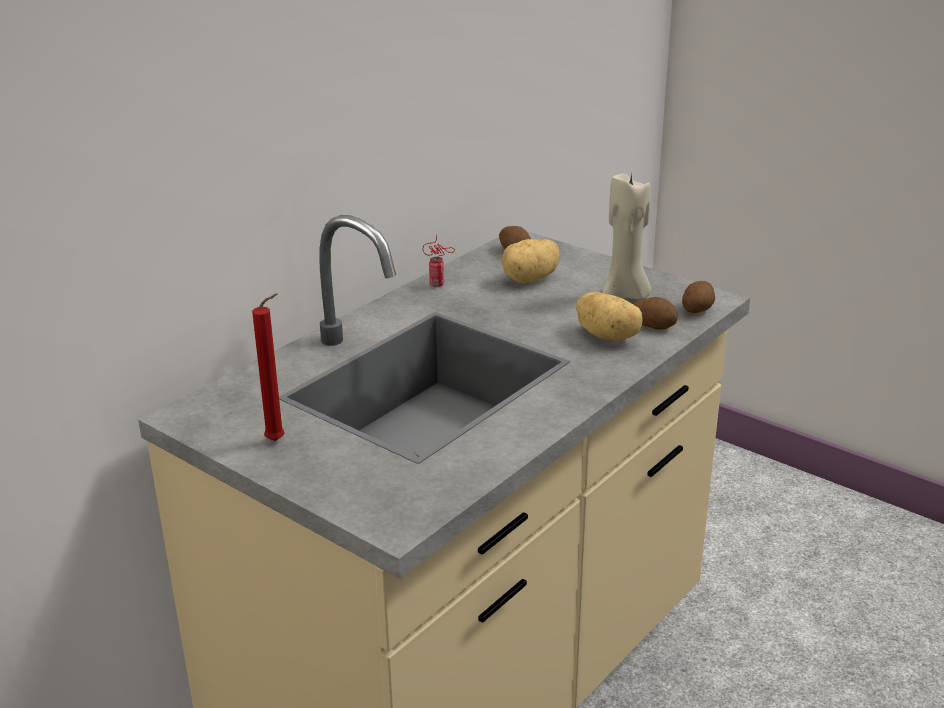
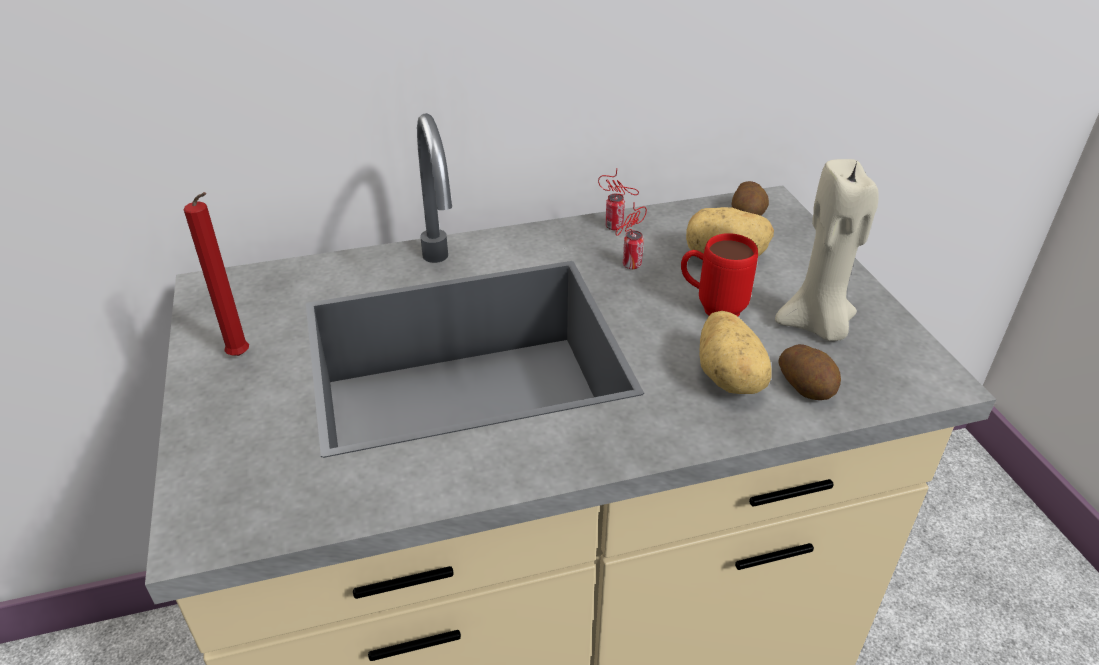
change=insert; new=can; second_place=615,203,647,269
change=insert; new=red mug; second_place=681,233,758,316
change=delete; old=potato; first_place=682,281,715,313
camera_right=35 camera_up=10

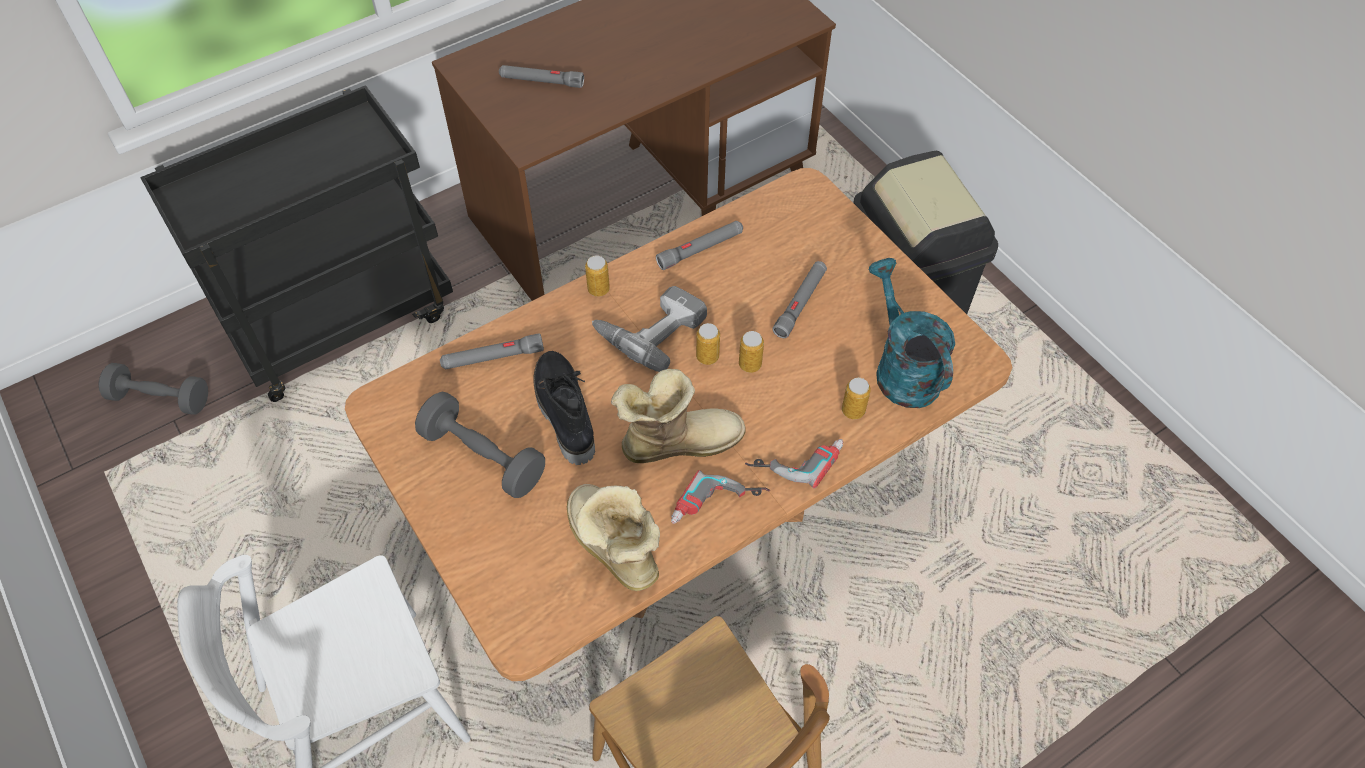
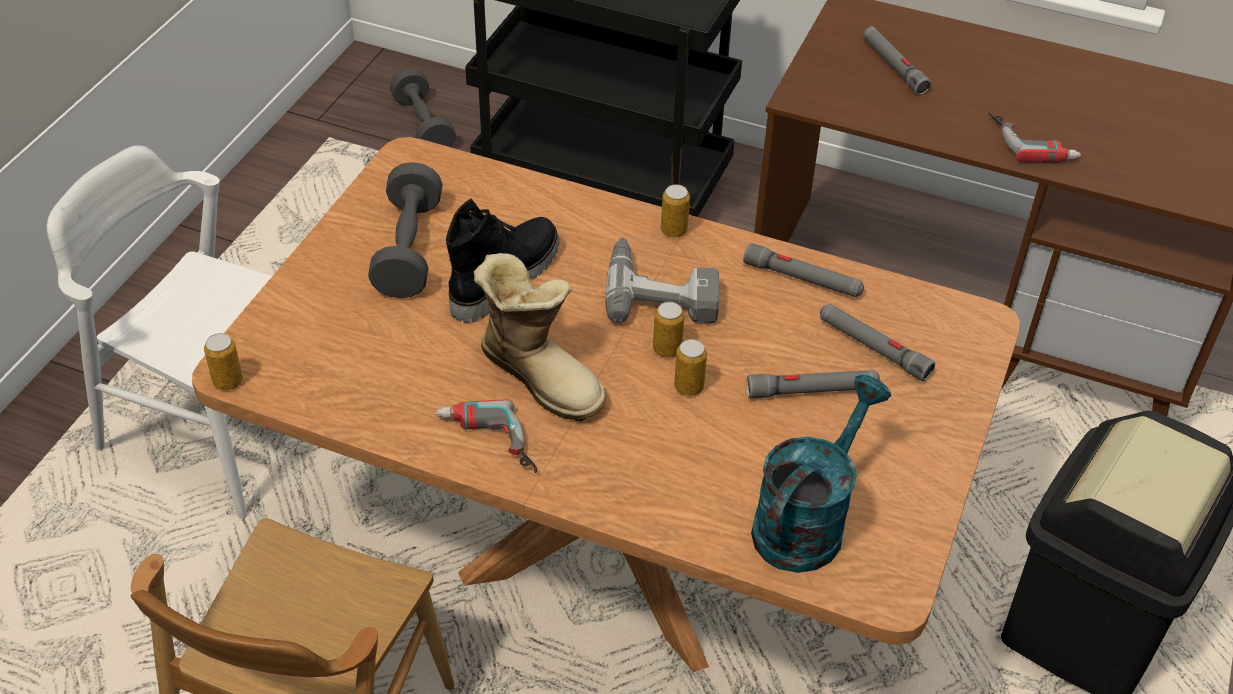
change=move; old=can; first_place=842,378,871,419; second_place=204,333,243,390
change=move; old=grey flashlight; first_place=440,333,544,369; second_place=820,304,935,381
change=move; old=power drill; first_place=745,439,843,488; second_place=988,112,1081,163
change=delete; old=boot; first_place=567,484,660,591
camera_right=55 camera_up=-10

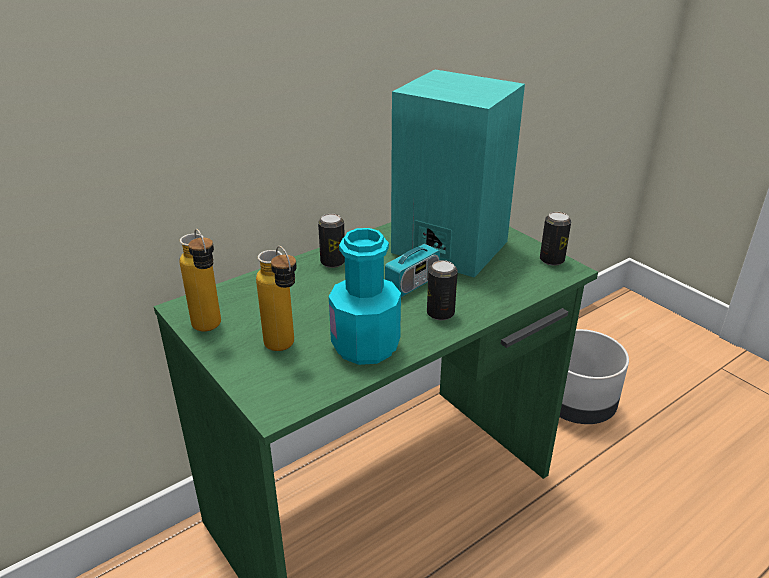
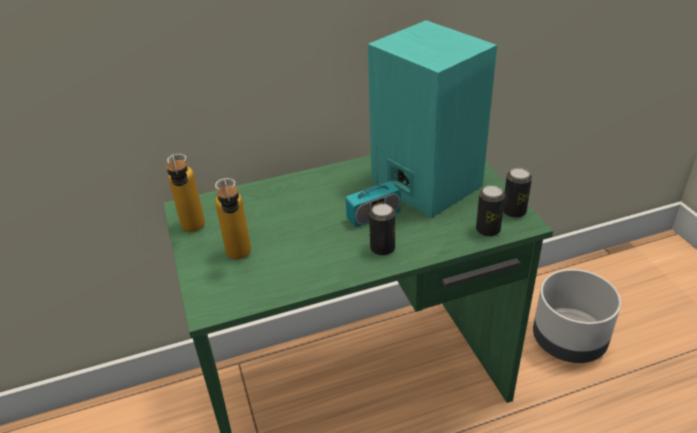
change=move; old=can; first_place=318,214,345,268; second_place=476,185,505,237
change=delete; old=turquoise bottle; first_place=329,228,401,365
camera_right=20 camera_up=5

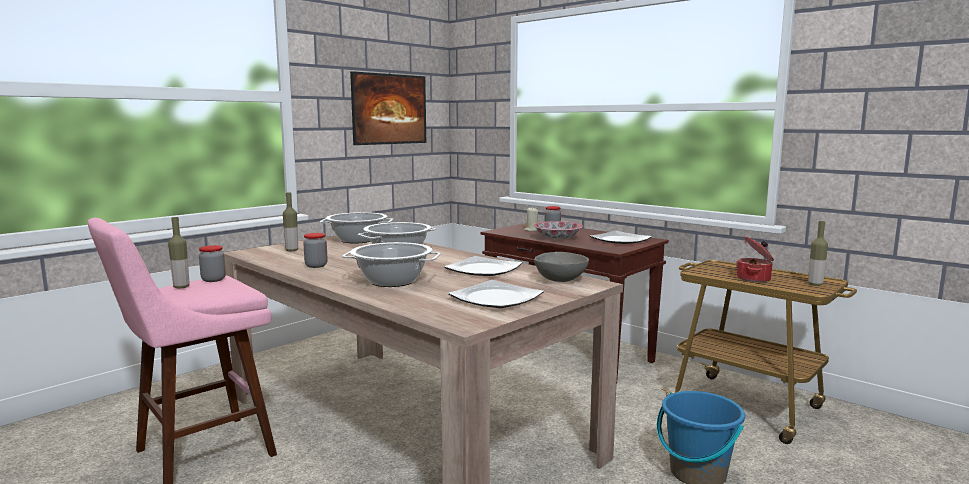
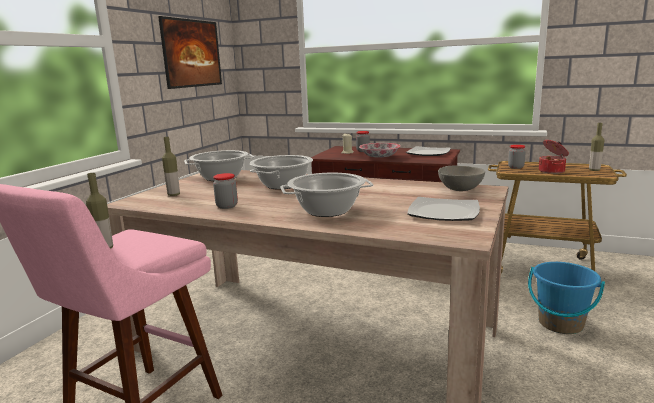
change=move; old=jar; first_place=199,245,226,282; second_place=508,145,526,169
change=delete; old=plate; first_place=444,256,522,276
camera_right=-20 camera_up=5

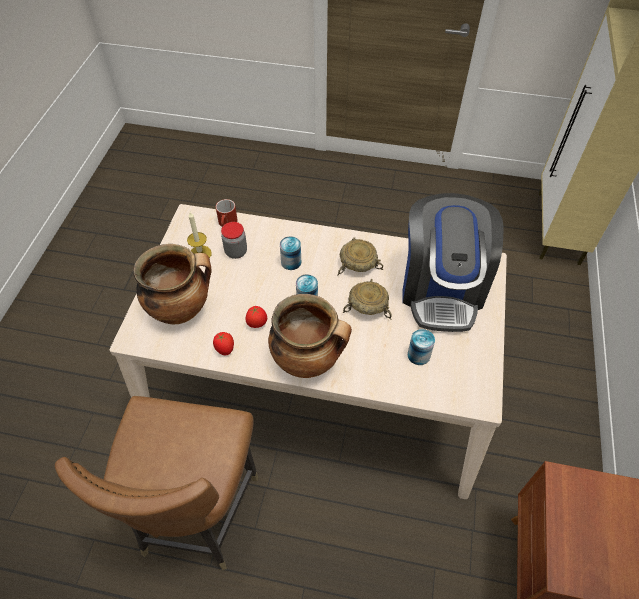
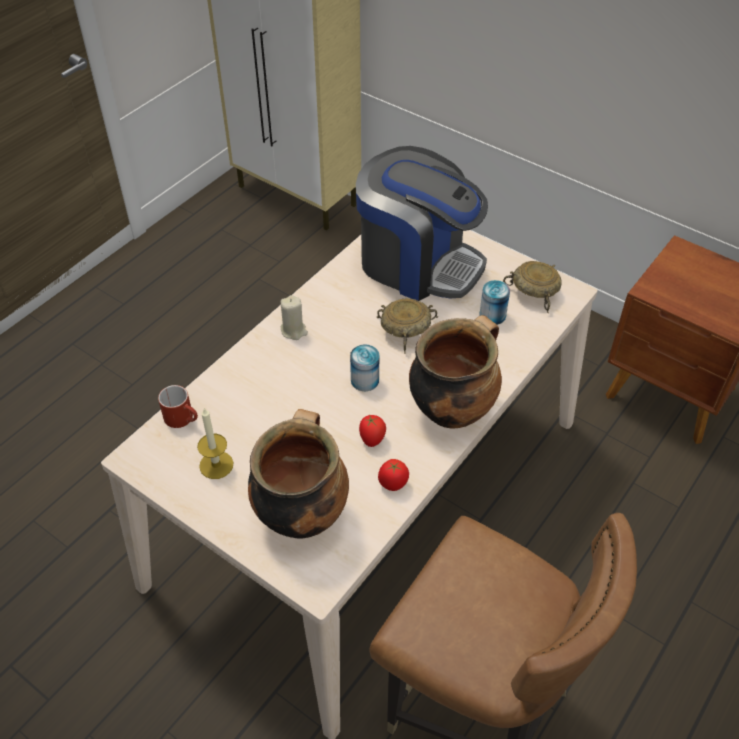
change=insert; new=beige candle; second_place=281,295,308,340
change=move; old=beige bowl; first_place=337,237,383,276; second_place=503,261,562,313
change=delete; old=jar; first_place=221,222,247,259
change=delete; old=can; first_place=280,236,301,270
camera_right=-65 camera_up=-5

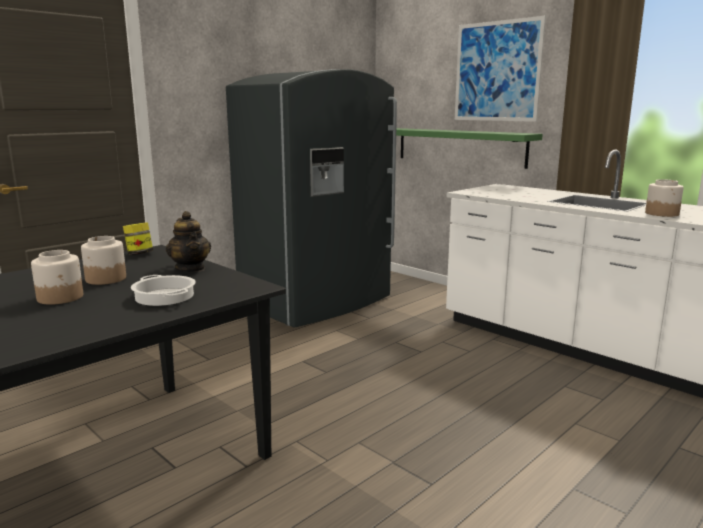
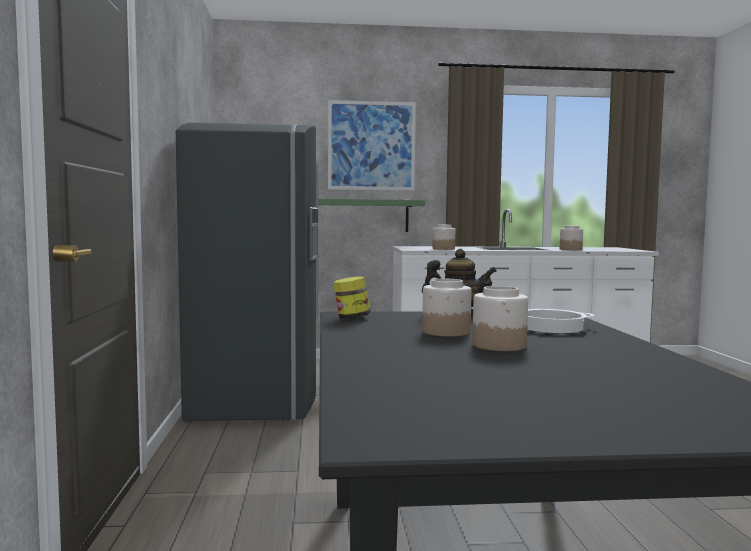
change=insert; new=jar; second_place=433,225,455,250
camera_right=-50 camera_up=-10

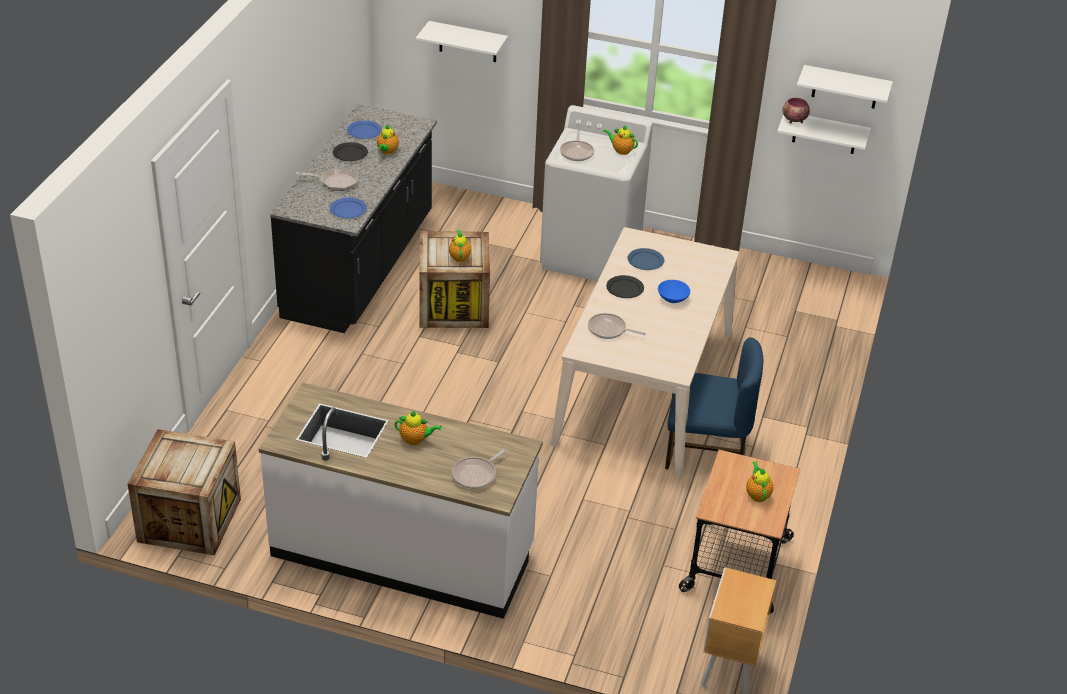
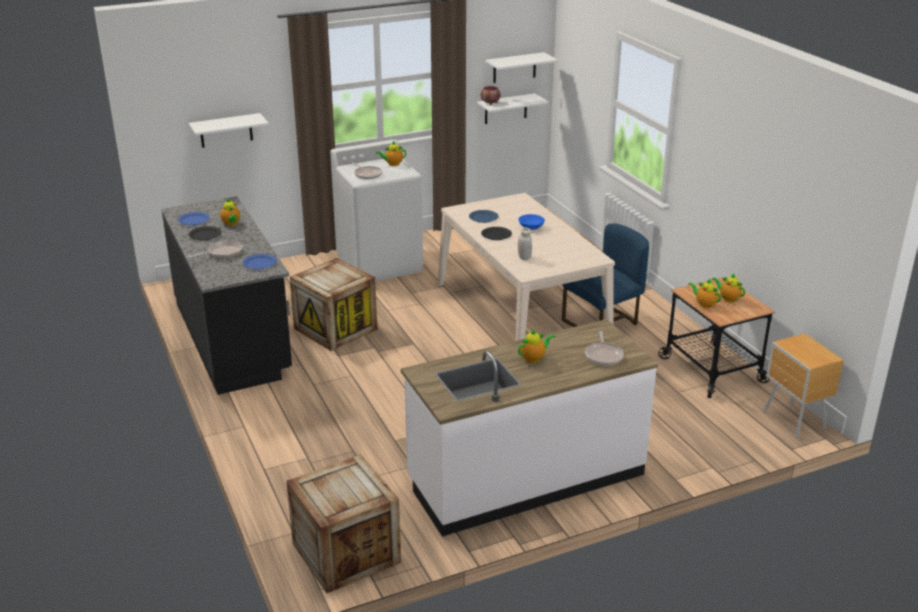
change=replace; old=frying pan; new=white jar; first_place=588,313,646,339; second_place=518,228,532,260
change=move; old=teapot; first_place=449,230,471,262; second_place=688,279,721,308
camera_right=-40 camera_up=-10

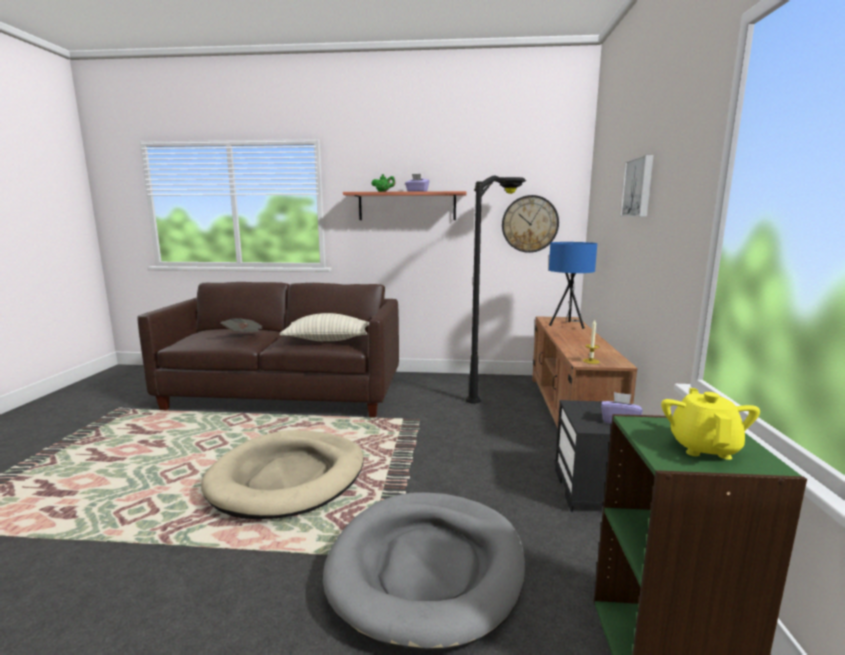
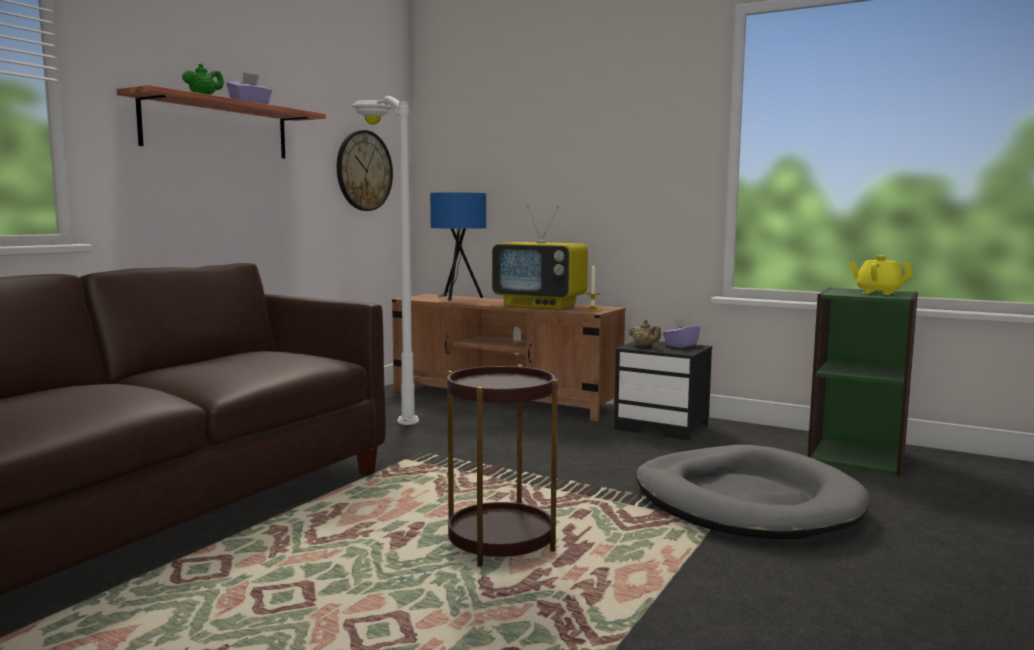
change=recolor; old=black floor lamp; new=white floor lamp; first_place=466,175,526,404; second_place=351,96,419,425
change=replace; old=beige dog bed; new=brown side table; first_place=201,430,364,519; second_place=447,365,558,567
change=insert; new=television; second_place=492,205,588,309
change=insert; new=beige teapot; second_place=629,320,661,347
change=delete; old=newspaper; first_place=220,318,263,332
change=delete; old=pillow; first_place=279,313,369,341
change=delete; old=picture; first_place=620,154,654,217
camera_right=-65 camera_up=-5

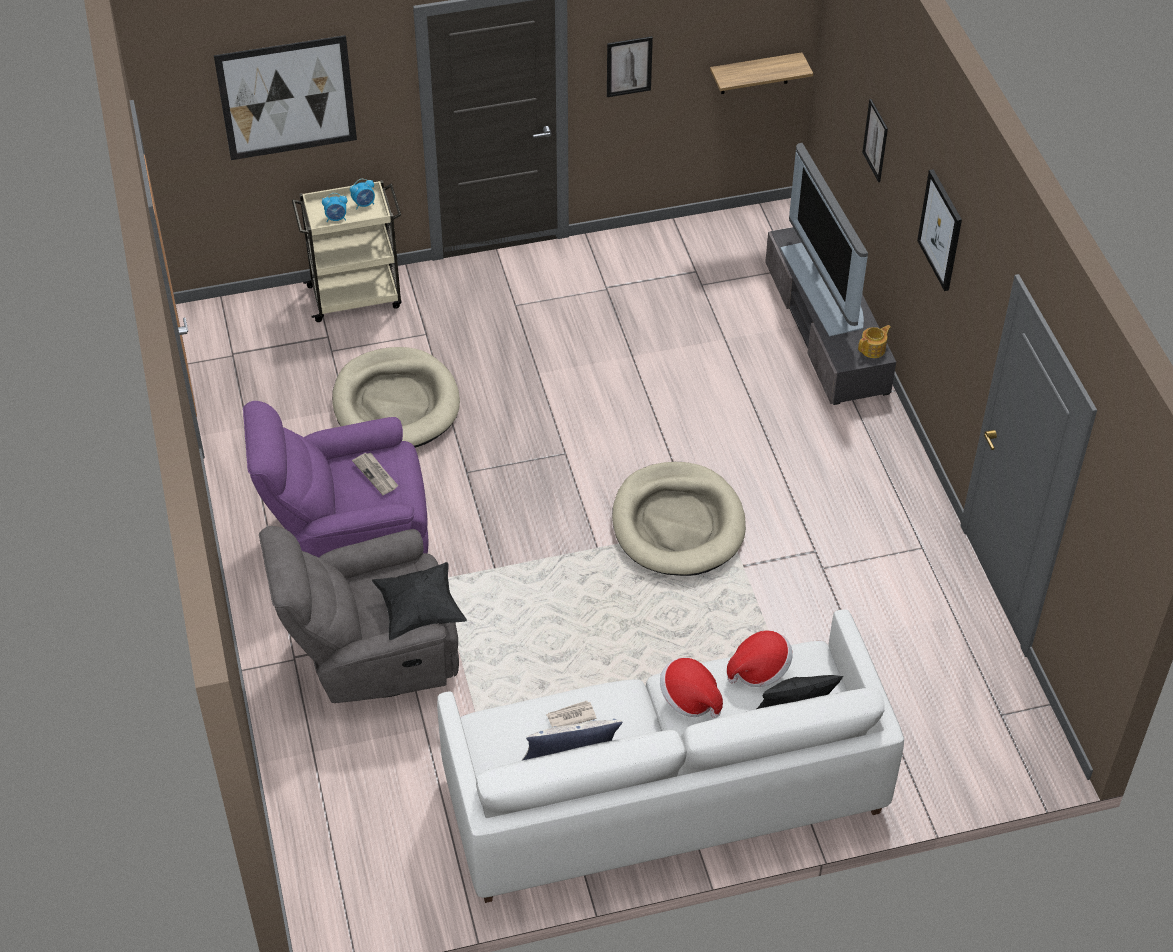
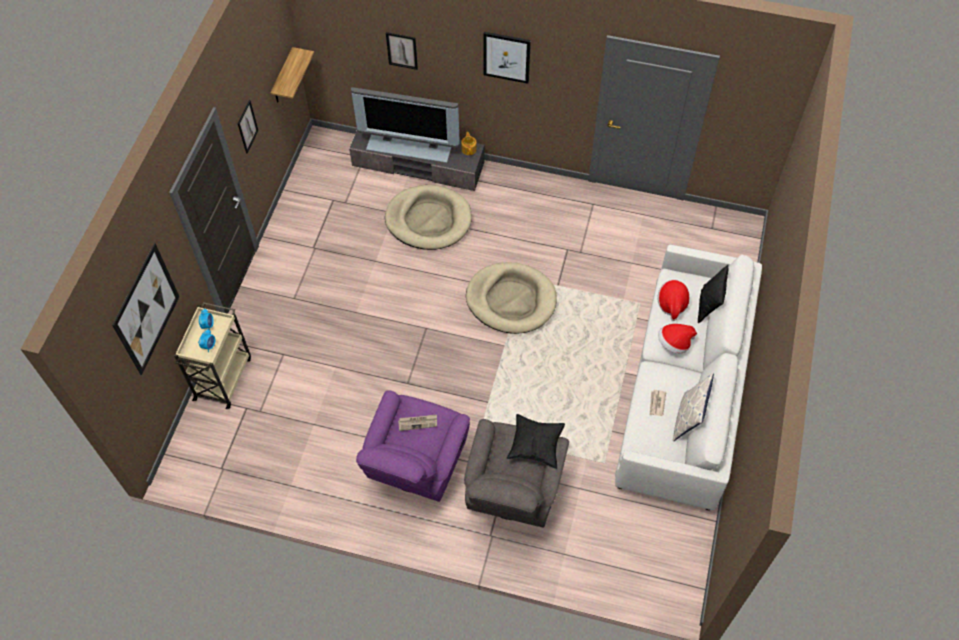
change=move; old=beige dog bed; first_place=332,347,460,448; second_place=385,185,472,250
camera_right=-60 camera_up=10

